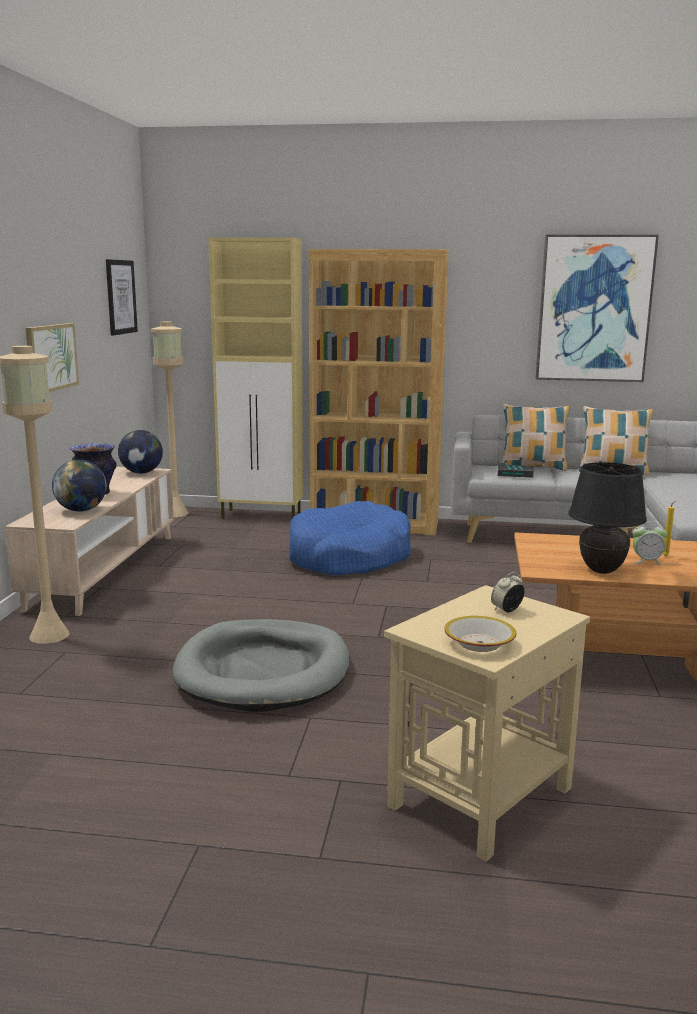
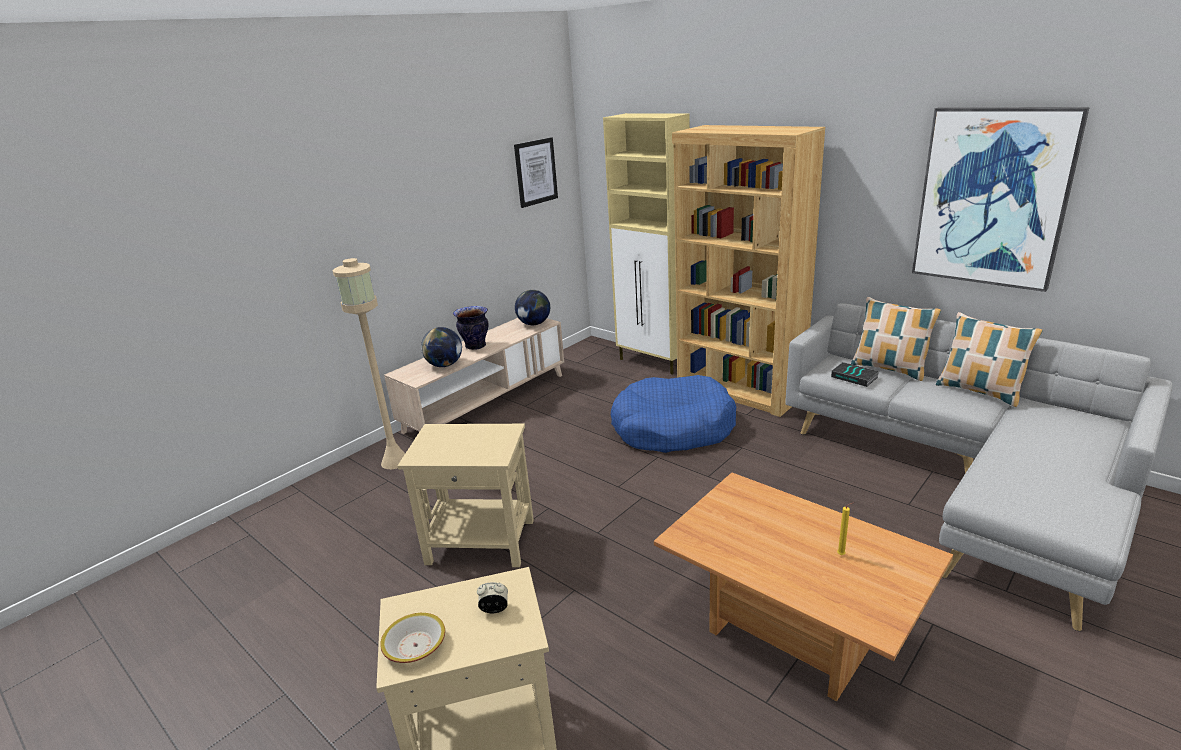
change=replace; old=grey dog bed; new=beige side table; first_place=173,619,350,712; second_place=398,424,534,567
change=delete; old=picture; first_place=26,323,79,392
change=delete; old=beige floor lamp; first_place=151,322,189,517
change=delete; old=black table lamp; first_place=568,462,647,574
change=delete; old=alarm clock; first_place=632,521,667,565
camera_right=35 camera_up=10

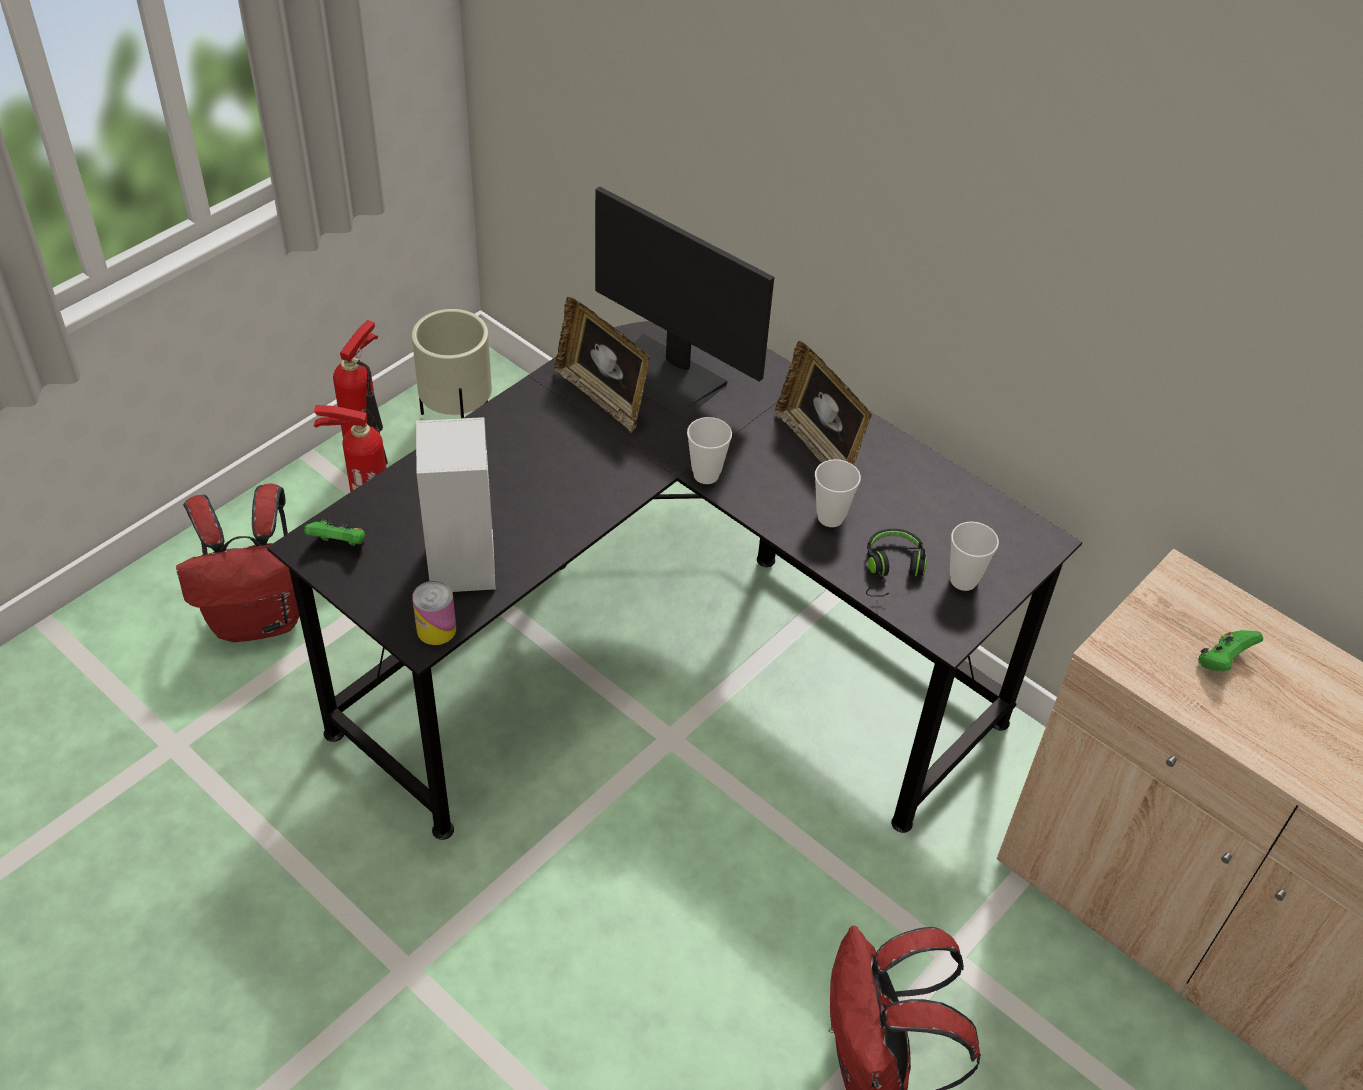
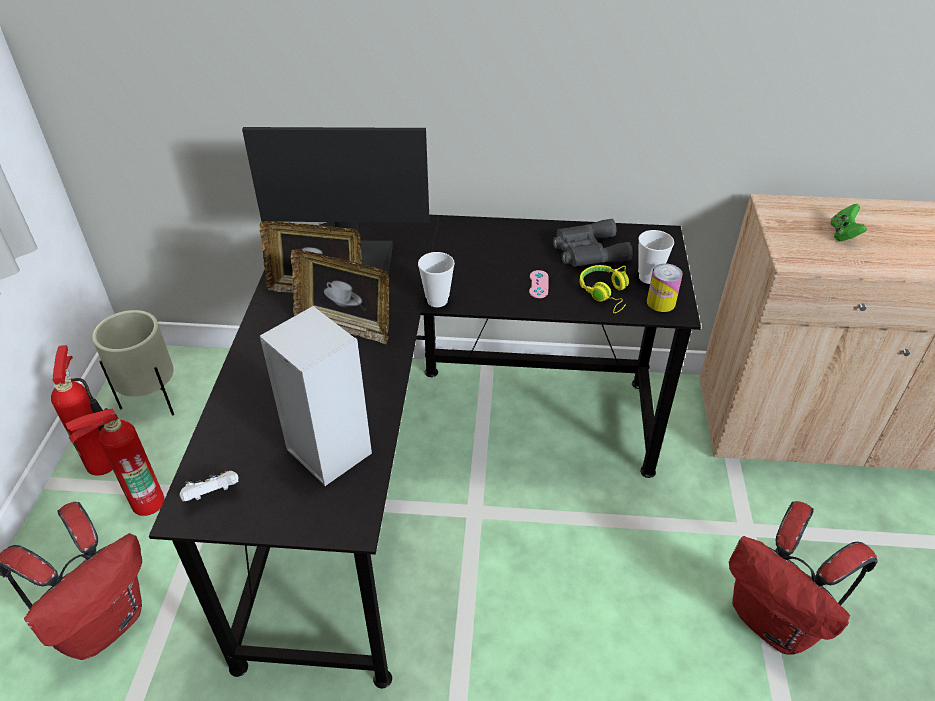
change=recolor; old=green game controller; new=white game controller; first_place=304,518,365,546; second_place=179,471,238,501
change=move; old=picture frame; first_place=775,341,872,465; second_place=290,249,389,345
change=replace; old=cup; new=pink game controller; first_place=815,459,861,527; second_place=529,270,549,298
change=insert; new=grey binoculars; second_place=553,219,633,267
change=recolor; old=black headphones; new=yellow headphones; first_place=866,529,927,597; second_place=580,265,629,313
change=move; old=can; first_place=412,581,456,645; second_place=647,263,683,312
camera_right=-35 camera_up=-5

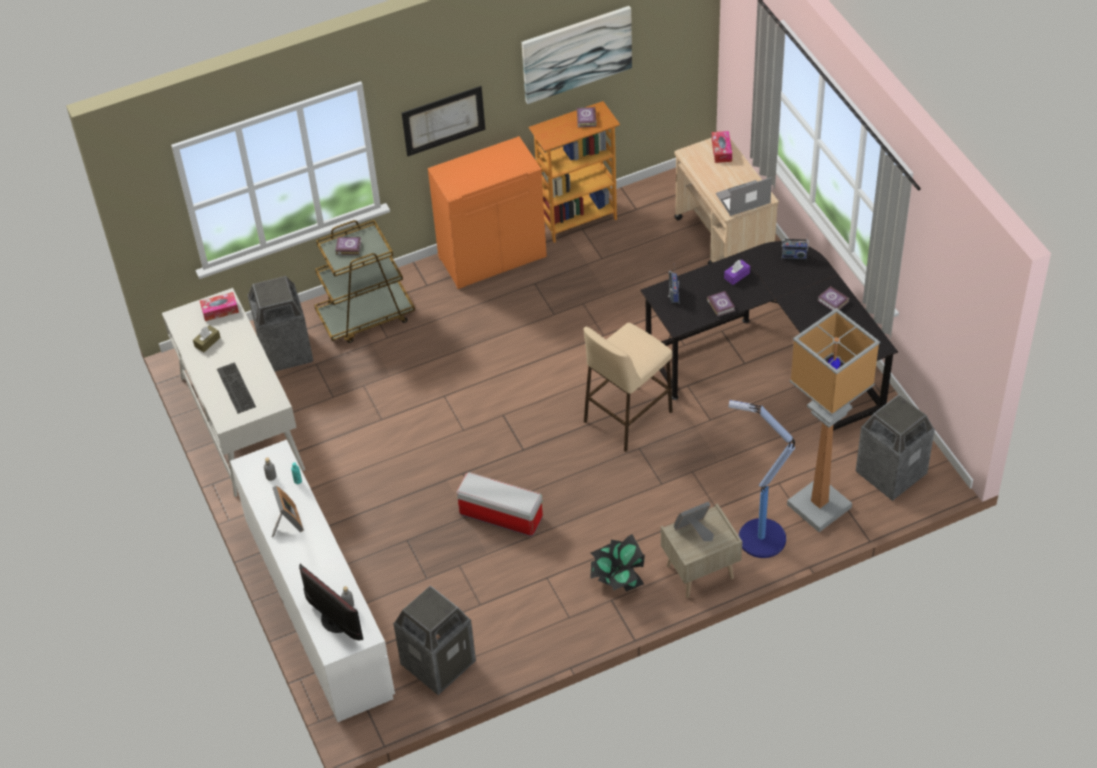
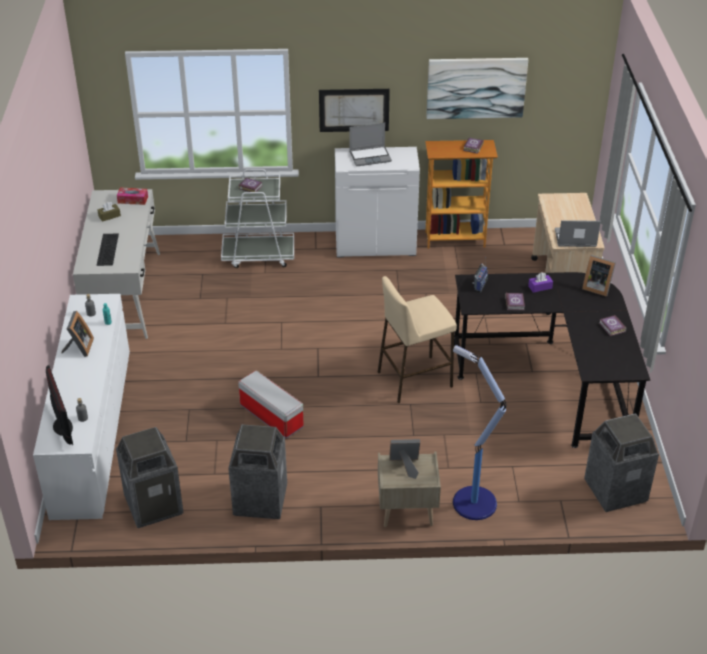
change=recolor; old=brown cart; new=white cart; first_place=314,220,415,343; second_place=221,169,294,268
change=move; old=trash can; first_place=247,276,313,371; second_place=228,424,287,519
change=recolor; old=orange cabinet; new=white cabinet; first_place=428,136,547,289; second_place=335,147,420,257
change=insert; new=laptop; second_place=349,123,392,166
change=replace; old=radio; new=picture frame; first_place=782,235,809,261; second_place=582,255,616,297
change=delete; old=potted plant; first_place=590,534,645,592
change=delete; old=tissue box; first_place=712,131,732,163
change=delete; old=floor lamp; first_place=787,308,880,532
camera_right=20 camera_up=-10

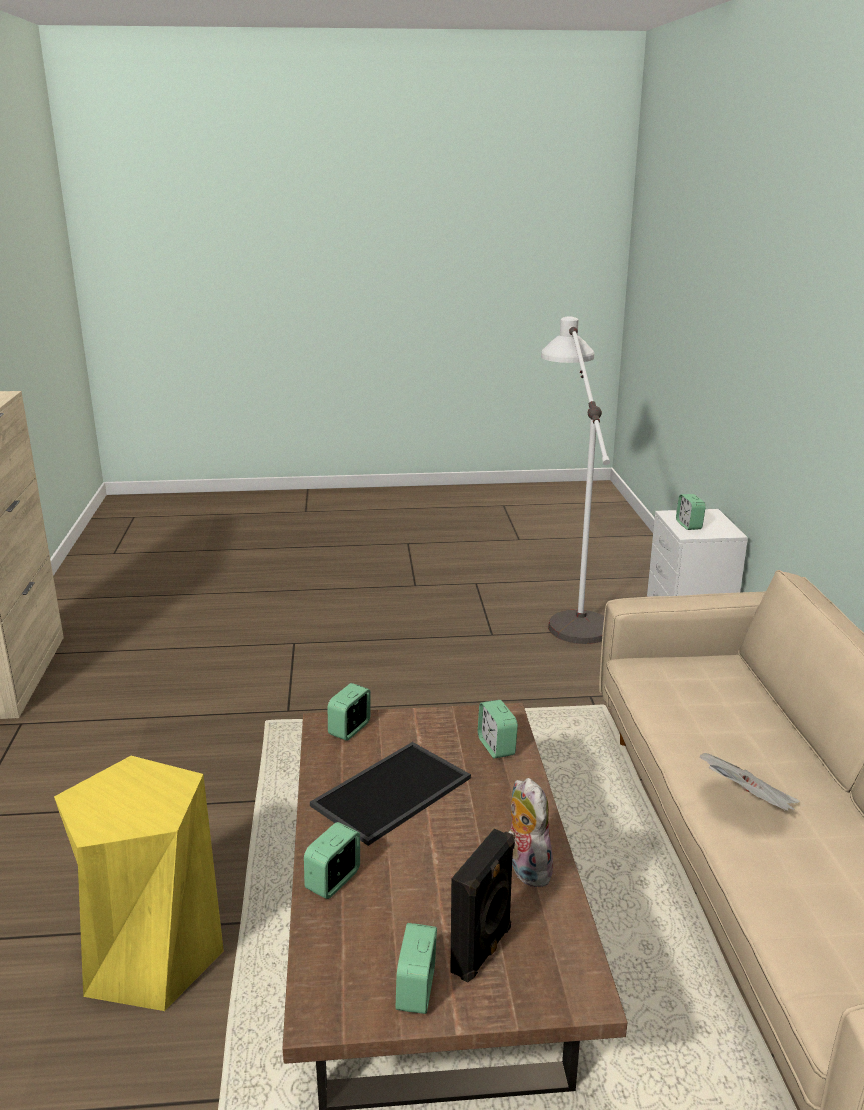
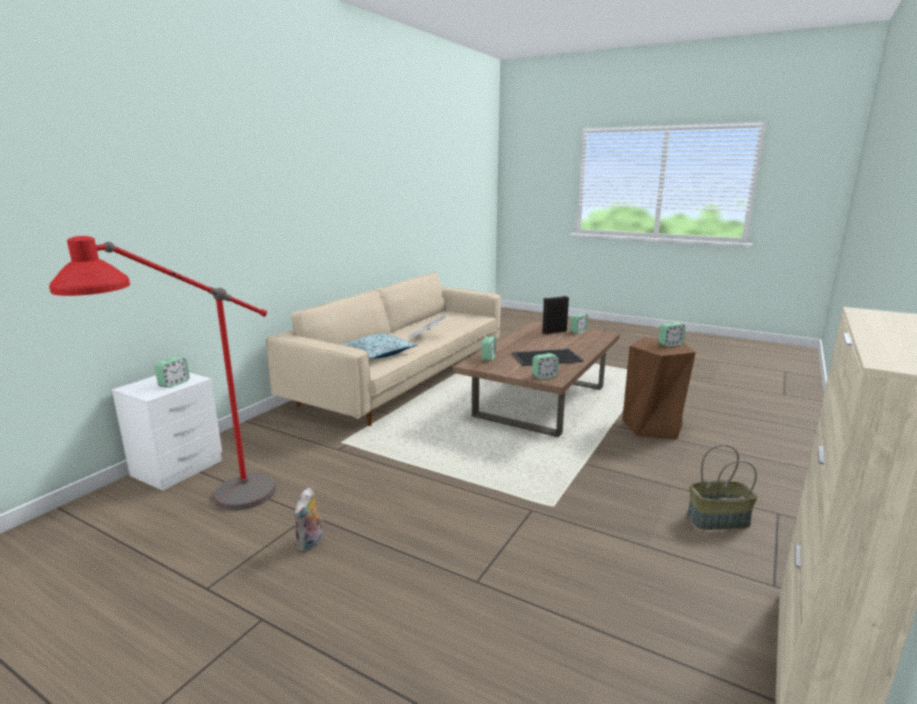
change=recolor; old=white floor lamp; new=red floor lamp; first_place=541,316,610,644; second_place=49,236,276,510
change=move; old=plush toy; first_place=508,778,553,887; second_place=294,487,323,552
change=insert; new=pillow; second_place=341,333,417,359
change=recolor; old=yellow stool; new=brown stool; first_place=54,756,224,1011; second_place=622,337,696,440
change=move; old=alarm clock; first_place=304,822,360,899; second_place=658,322,685,347
change=insert; new=basket; second_place=687,444,758,530
camera_right=-145 camera_up=-5

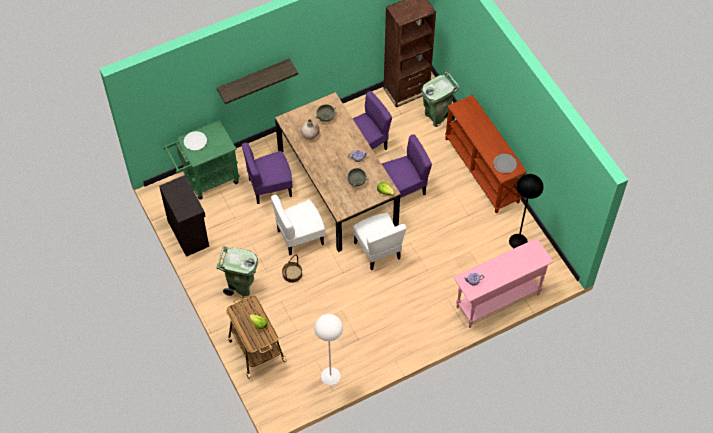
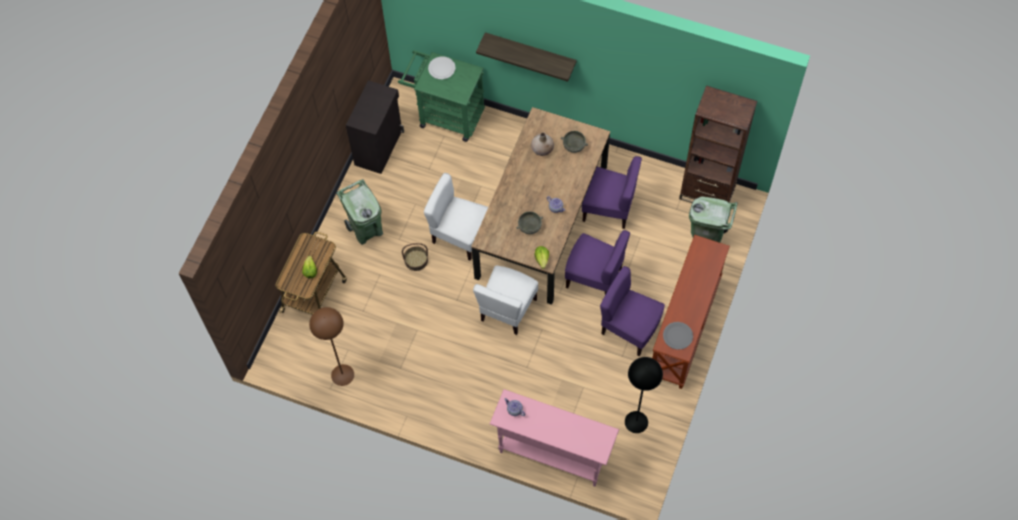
change=recolor; old=white floor lamp; new=brown floor lamp; first_place=314,314,343,385; second_place=309,307,354,386
change=move; old=purple chair; first_place=242,142,292,204; second_place=600,266,665,357
camera_right=50 camera_up=5

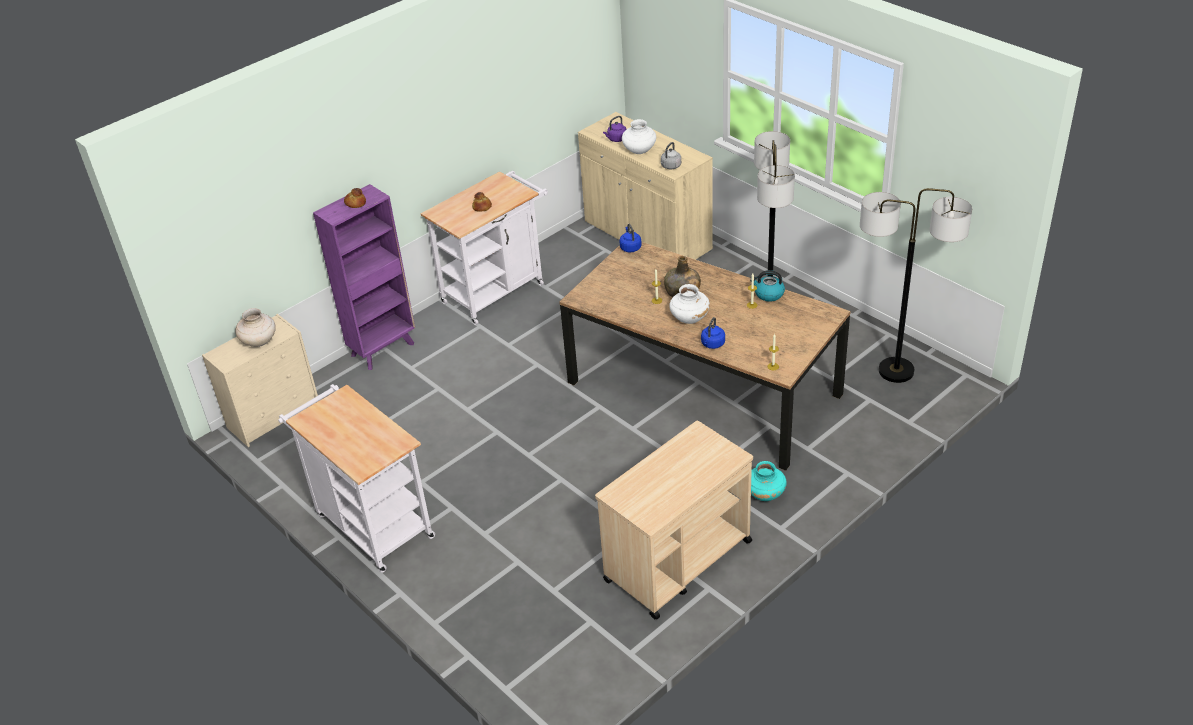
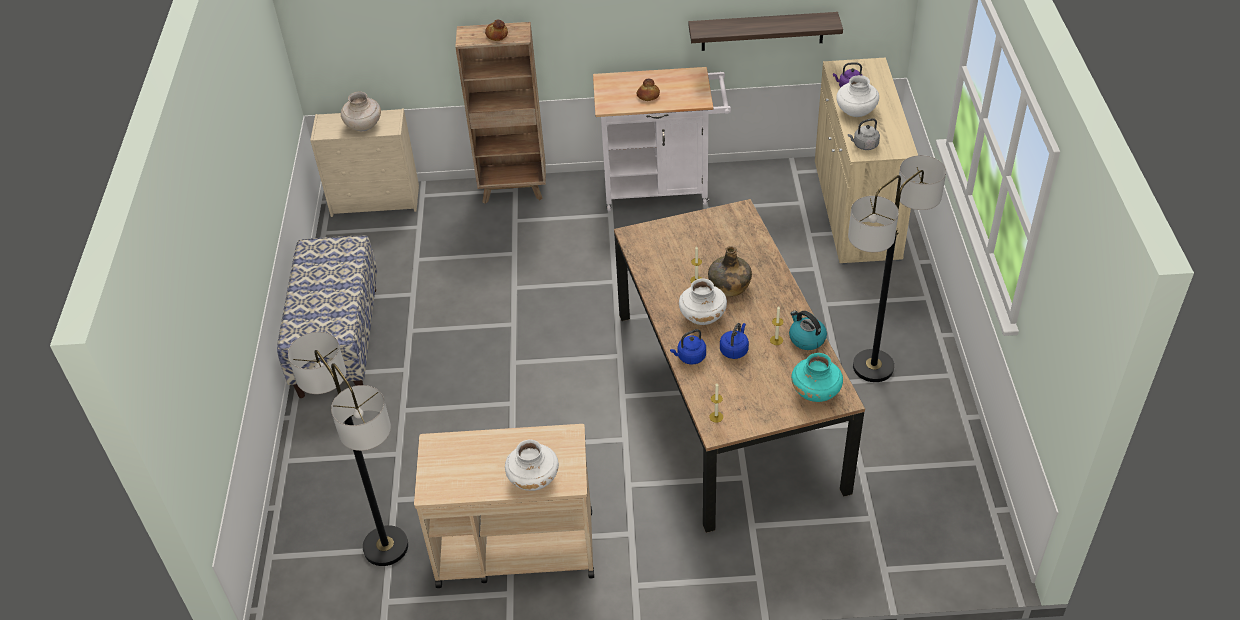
change=replace; old=white cart; new=bench; first_place=278,384,435,573; second_place=277,235,378,398
change=move; old=floor lamp; first_place=860,188,972,383; second_place=288,332,408,566
change=recolor; old=purple bookcase; new=brown bookcase; first_place=313,184,415,370; second_place=455,22,546,204
change=insert; new=white vase; second_place=505,439,559,491
change=insert; new=shelf; second_place=689,12,843,51
change=move; old=blue kettle; first_place=619,224,642,252; second_place=720,323,749,359
change=move; old=turquoise vase; first_place=751,461,787,501; second_place=791,353,843,402
camera_right=40 camera_up=5

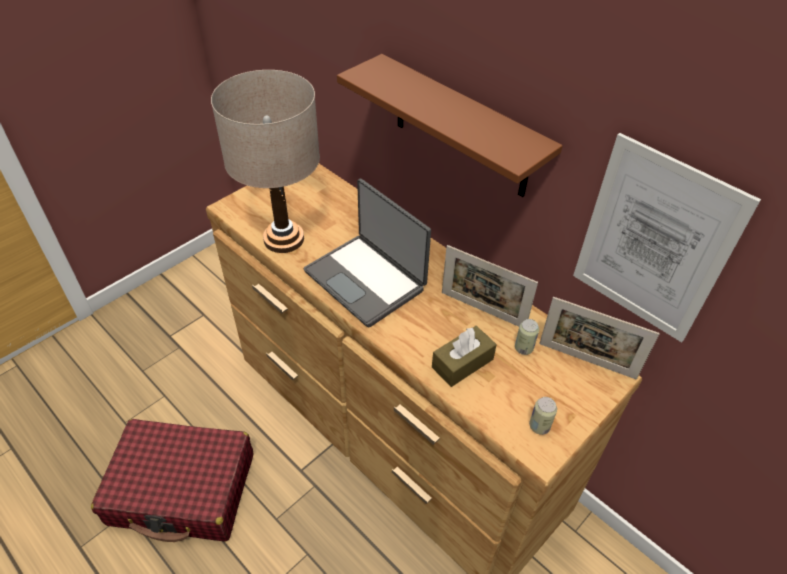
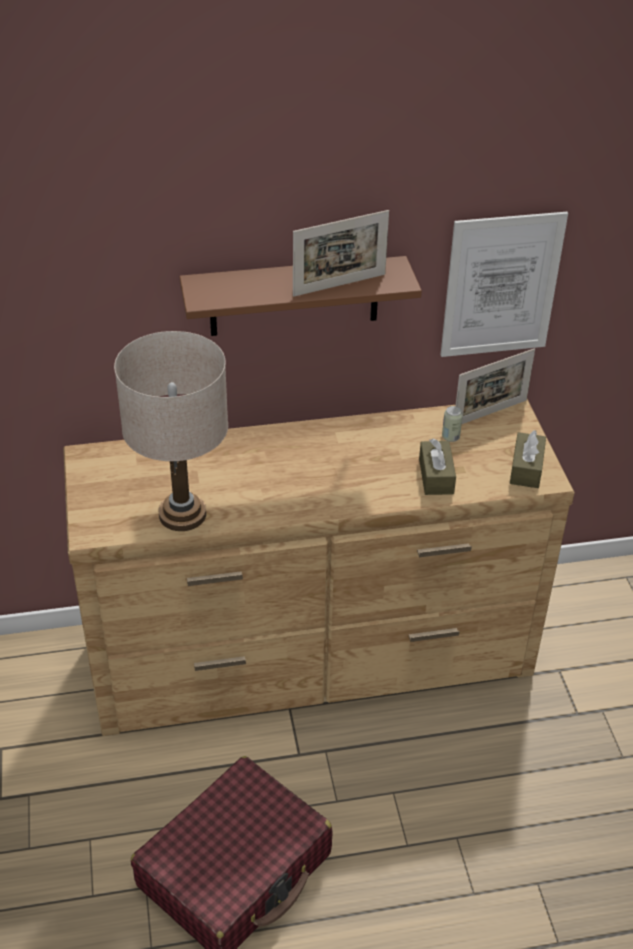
change=move; old=picture frame; first_place=442,245,538,327; second_place=293,210,389,296
change=replace; old=can; new=brown tissue box; first_place=529,397,557,435; second_place=510,430,546,488
change=delete; old=laptop; first_place=304,179,431,328
camera_right=-55 camera_up=-5

